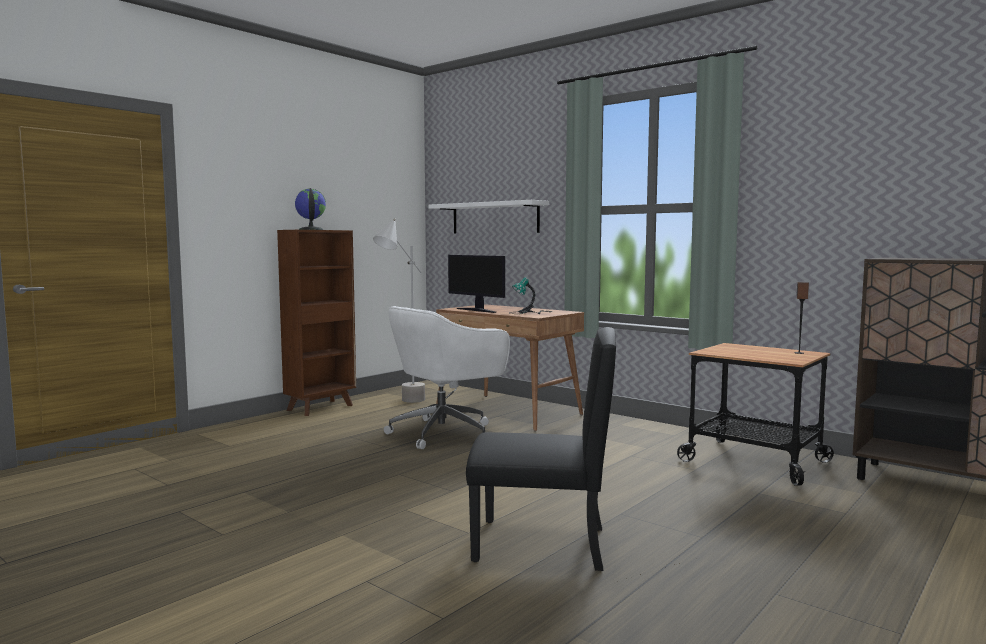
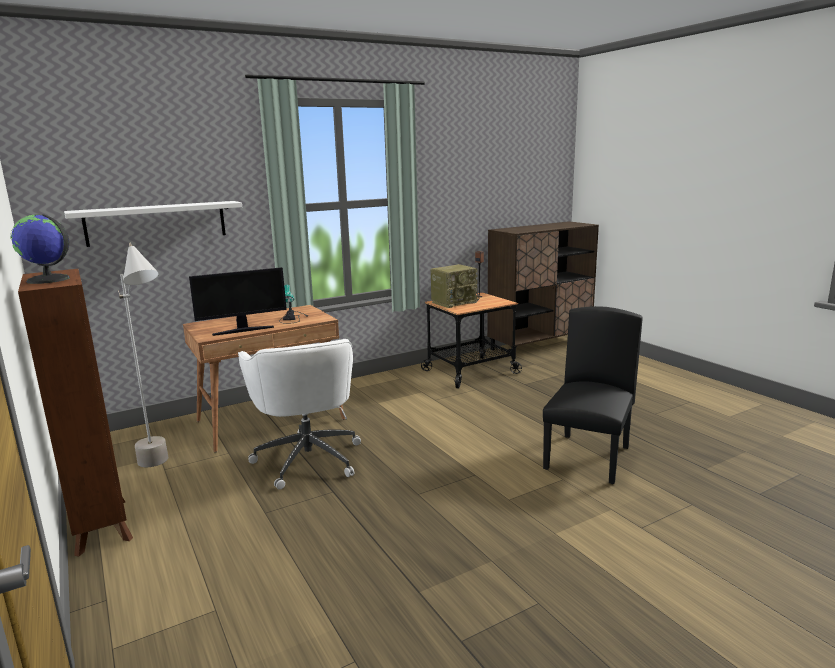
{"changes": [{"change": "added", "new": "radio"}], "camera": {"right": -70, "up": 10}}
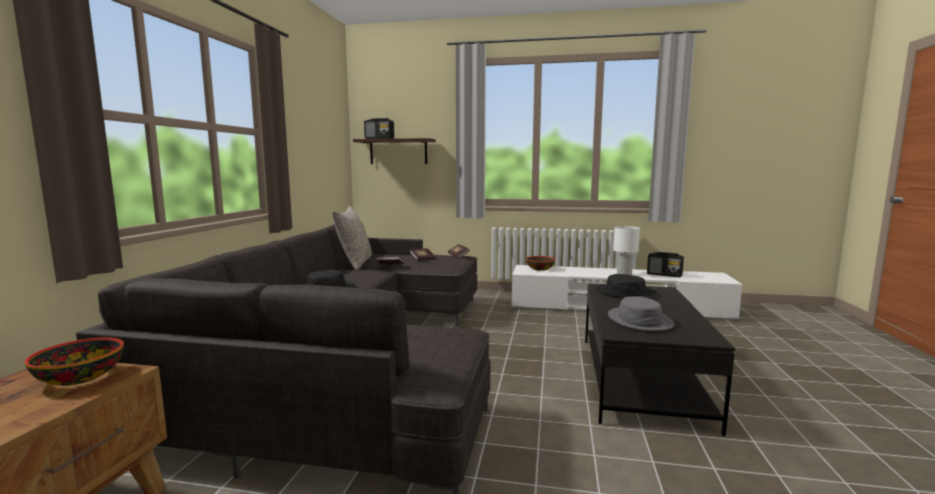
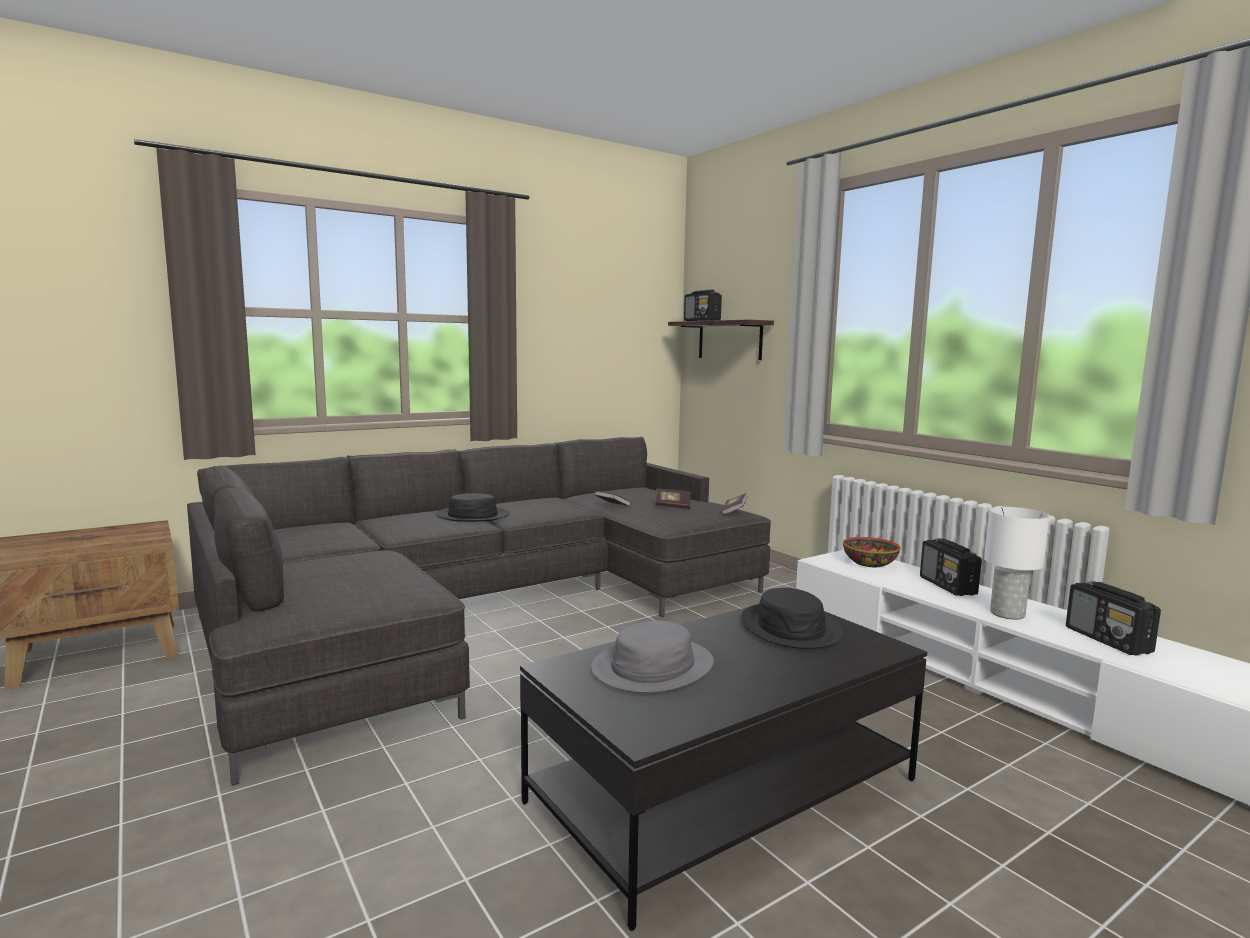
{"changes": [{"change": "removed", "old": "bol (1st from left)"}, {"change": "removed", "old": "coussin [gris]"}, {"change": "added", "new": "radio (2nd from left)"}], "camera": {"right": 45, "up": 0}}
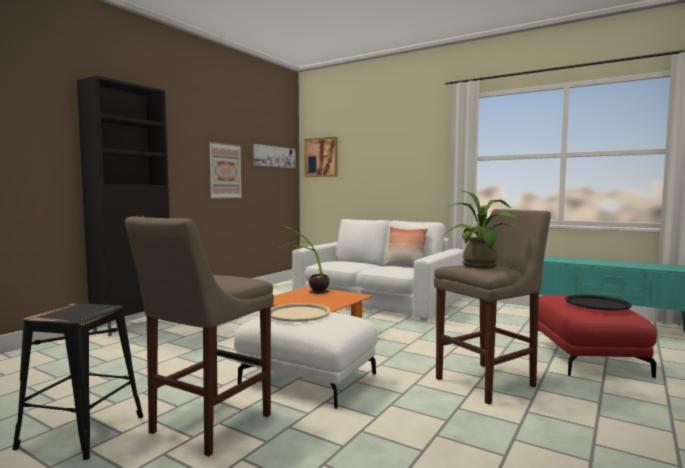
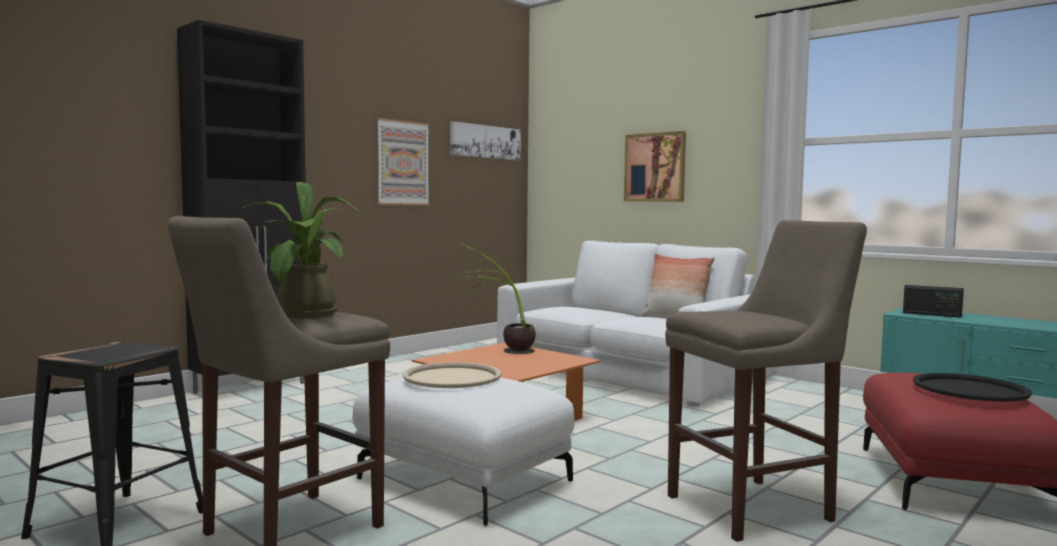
{"changes": [{"change": "moved", "old": "tableau (3rd from left)"}, {"change": "moved", "old": "plante en pot (2nd from left in the first image)", "new": "plante en pot (1st from left)"}, {"change": "added", "new": "radio"}], "camera": {"right": 10, "up": 0}}
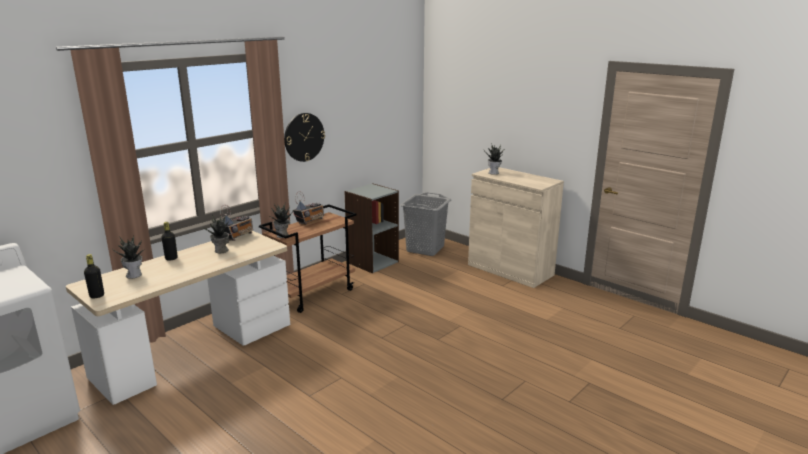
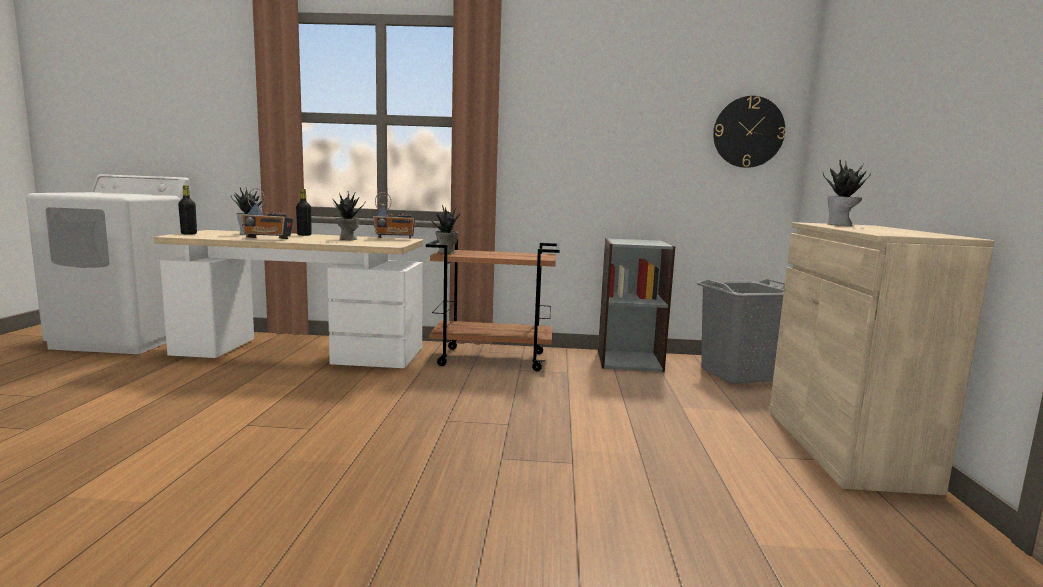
{"changes": [{"change": "moved", "old": "horloge murale"}, {"change": "moved", "old": "radio (2nd from left in the first image)", "new": "radio (1st from left)"}], "camera": {"right": 50, "up": -10}}
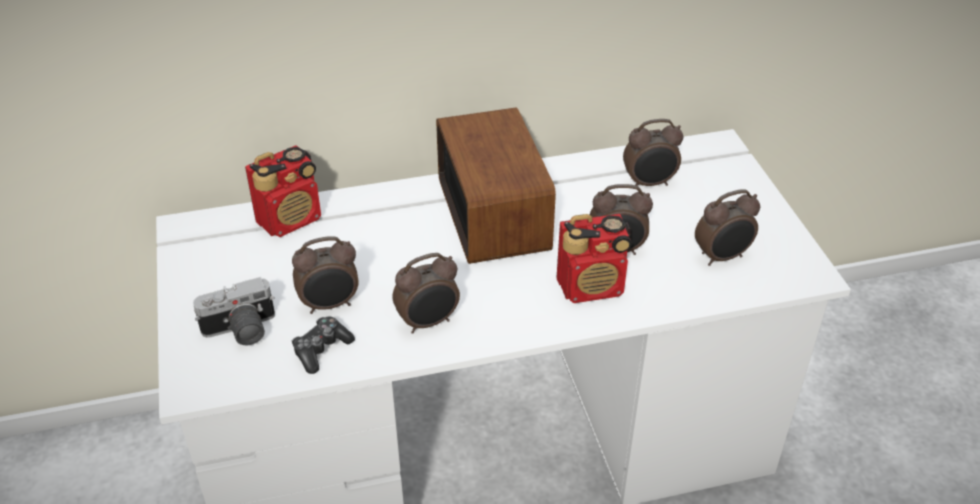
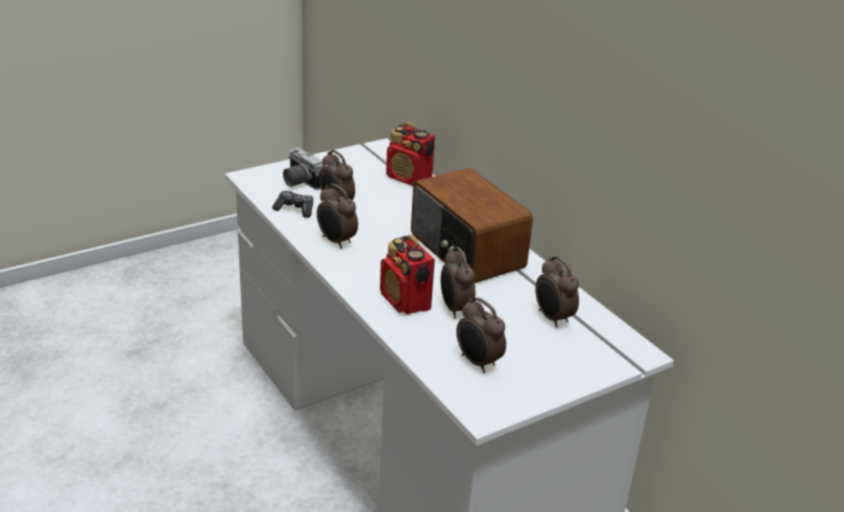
{"changes": [{"change": "turned", "old": "radio (2nd from left in the first image)", "degrees": 90}], "camera": {"right": 70, "up": -10}}
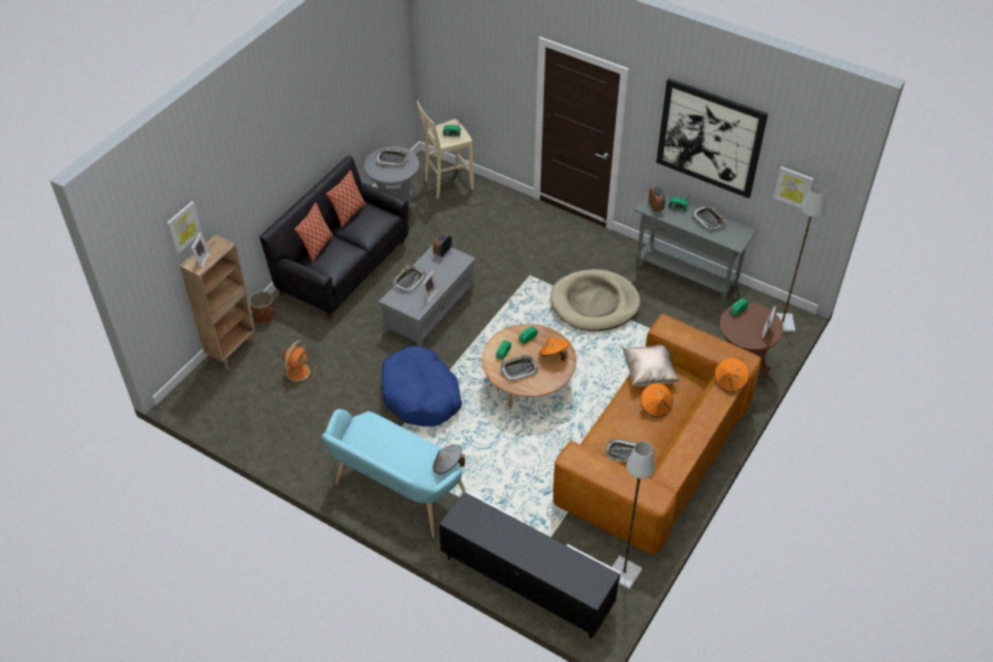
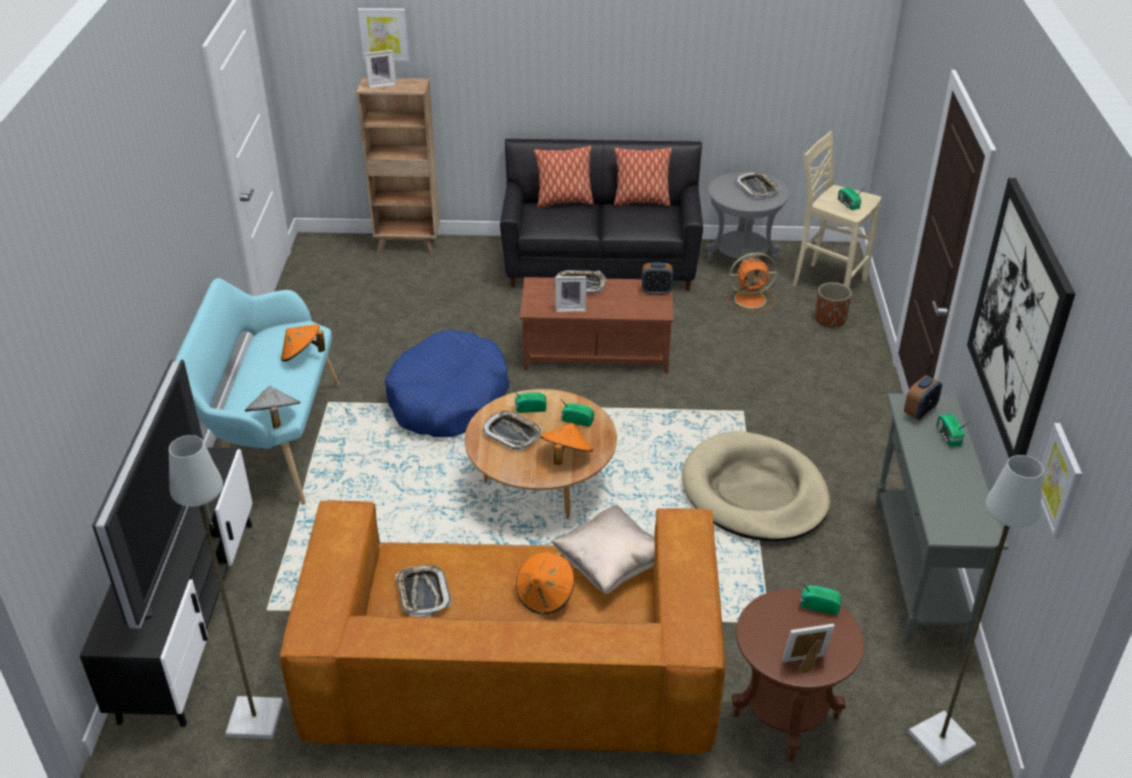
{"changes": [{"change": "moved", "old": "cache-pot [marron]"}, {"change": "moved", "old": "ventilateur [orange]"}, {"change": "recoloured", "old": "table basse [gris]", "new": "table basse [marron] (2nd from left)"}, {"change": "removed", "old": "plateau (5th from left)"}, {"change": "moved", "old": "chapeau [orange] (3rd from left in the first image)", "new": "chapeau [orange] (1st from left)"}, {"change": "added", "new": "téléviseur"}], "camera": {"right": 60, "up": -10}}
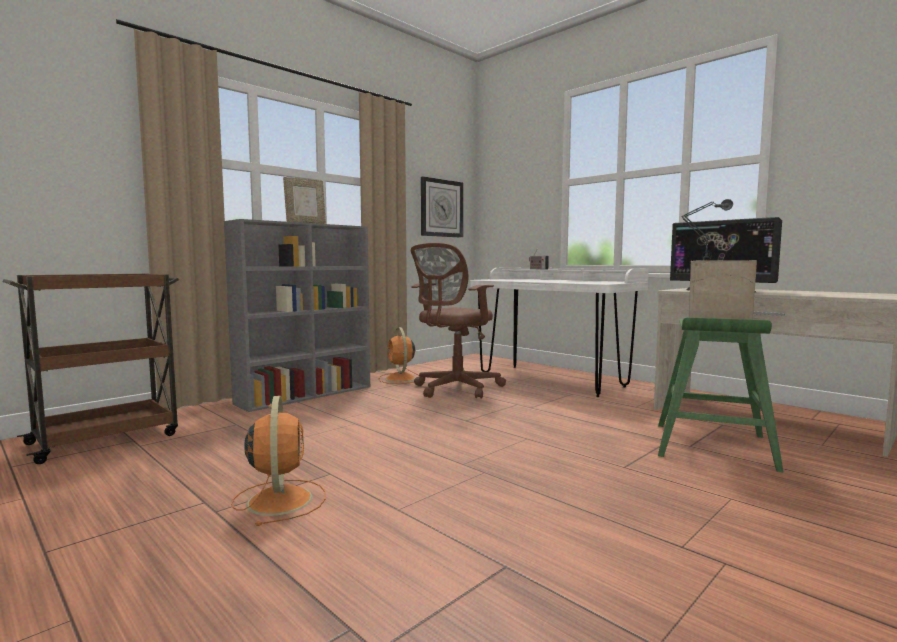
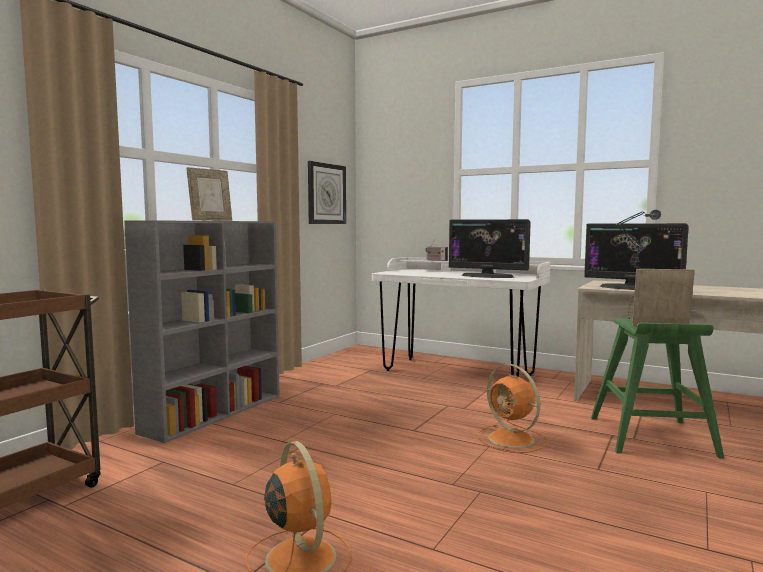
{"changes": [{"change": "moved", "old": "ventilateur [orange] (2nd from left)"}, {"change": "removed", "old": "chaise de bureau [marron]"}, {"change": "added", "new": "écran d'ordinateur (1st from left)"}], "camera": {"right": -15, "up": 0}}
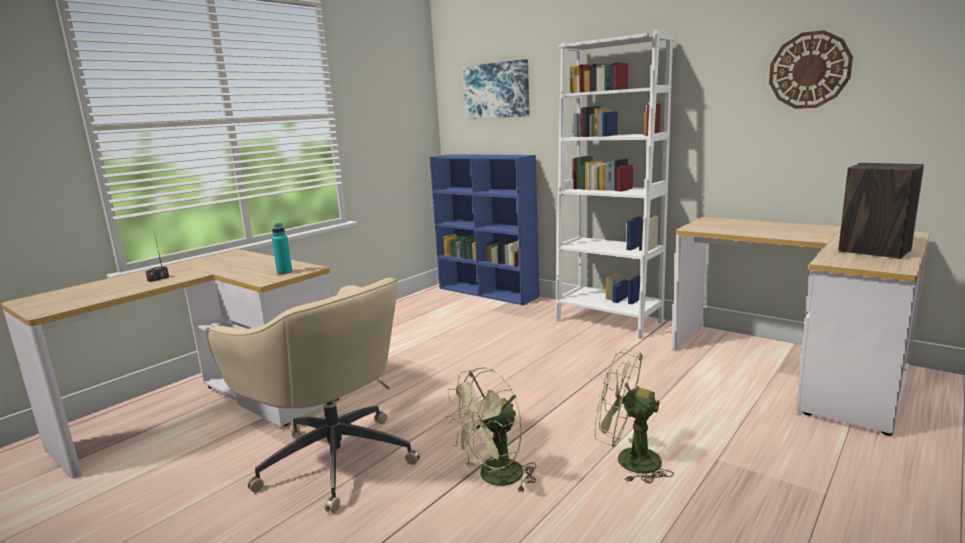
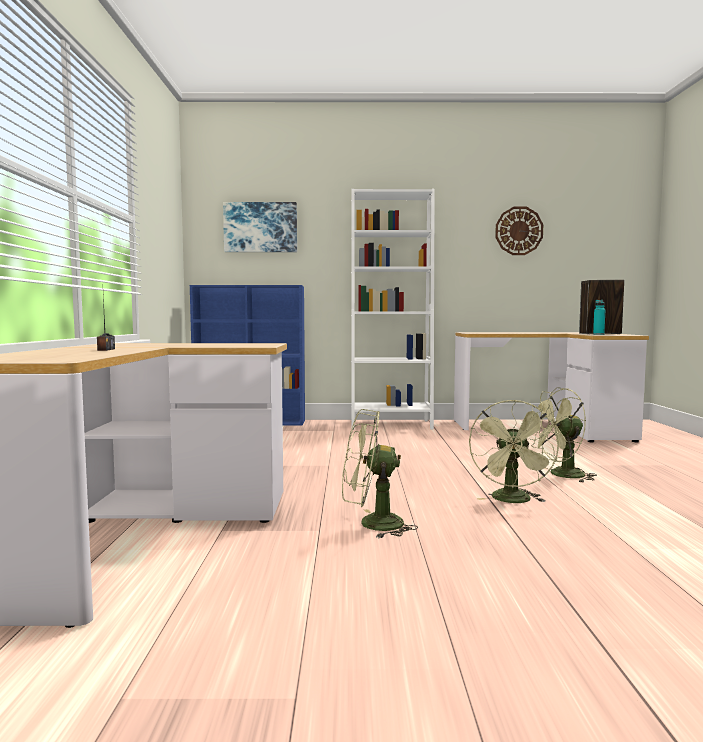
{"changes": [{"change": "replaced", "old": "chaise de bureau [beige]", "new": "ventilateur [vert] (1st from left)"}, {"change": "moved", "old": "bouteille [turquoise]"}], "camera": {"right": -40, "up": -10}}
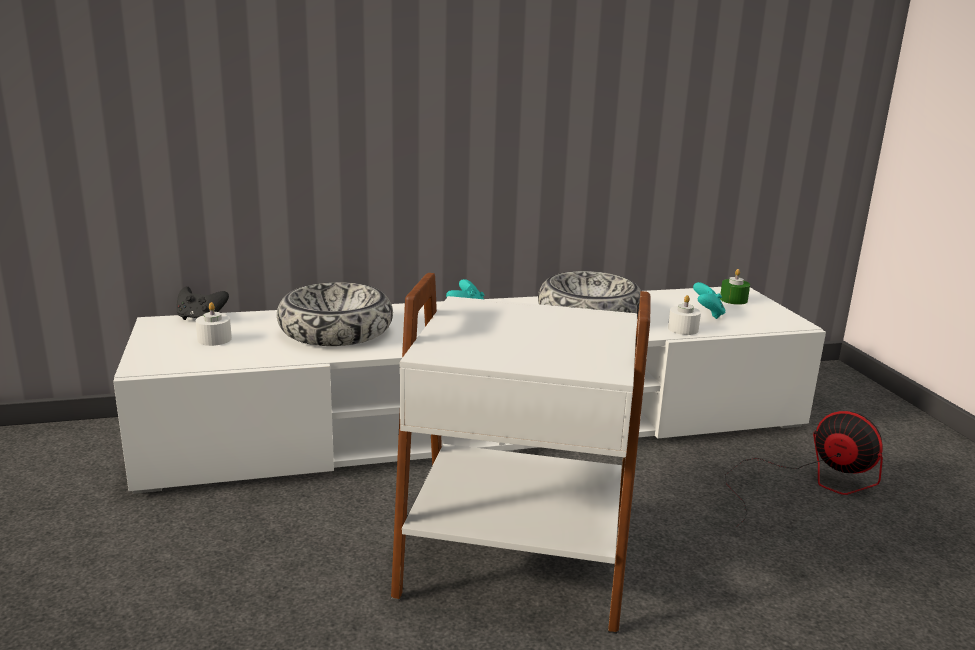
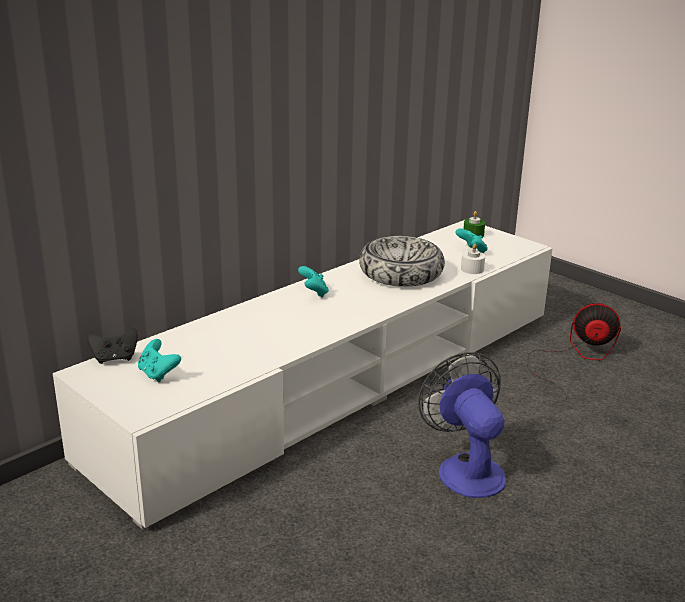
{"changes": [{"change": "replaced", "old": "bougie [blanc] (1st from left)", "new": "manette [turquoise] (1st from left)"}, {"change": "removed", "old": "bol (1st from left)"}, {"change": "replaced", "old": "table d'appoint [blanc]", "new": "ventilateur (1st from left)"}], "camera": {"right": -30, "up": 5}}
